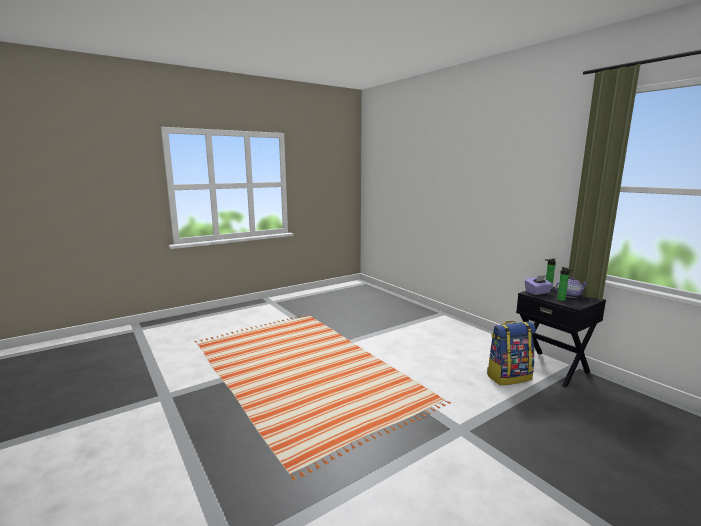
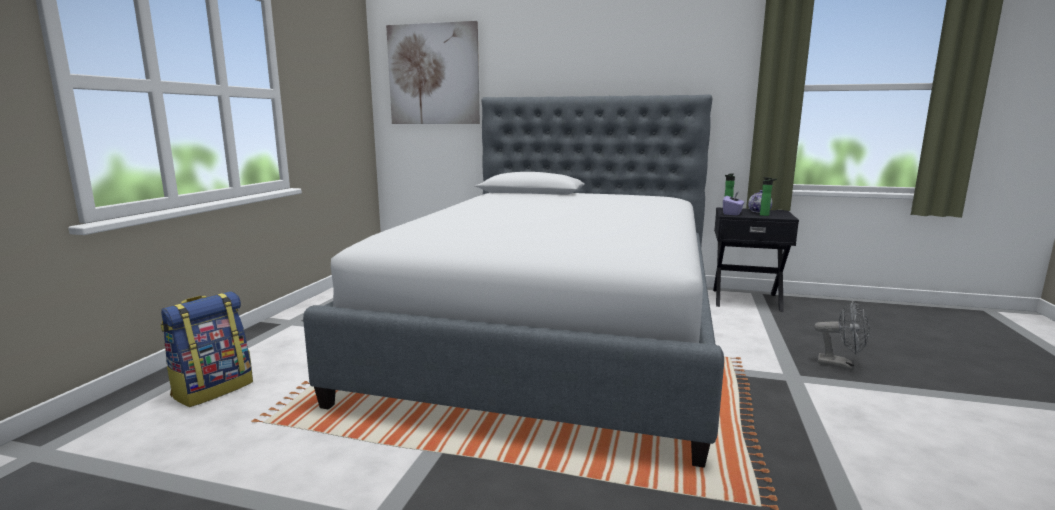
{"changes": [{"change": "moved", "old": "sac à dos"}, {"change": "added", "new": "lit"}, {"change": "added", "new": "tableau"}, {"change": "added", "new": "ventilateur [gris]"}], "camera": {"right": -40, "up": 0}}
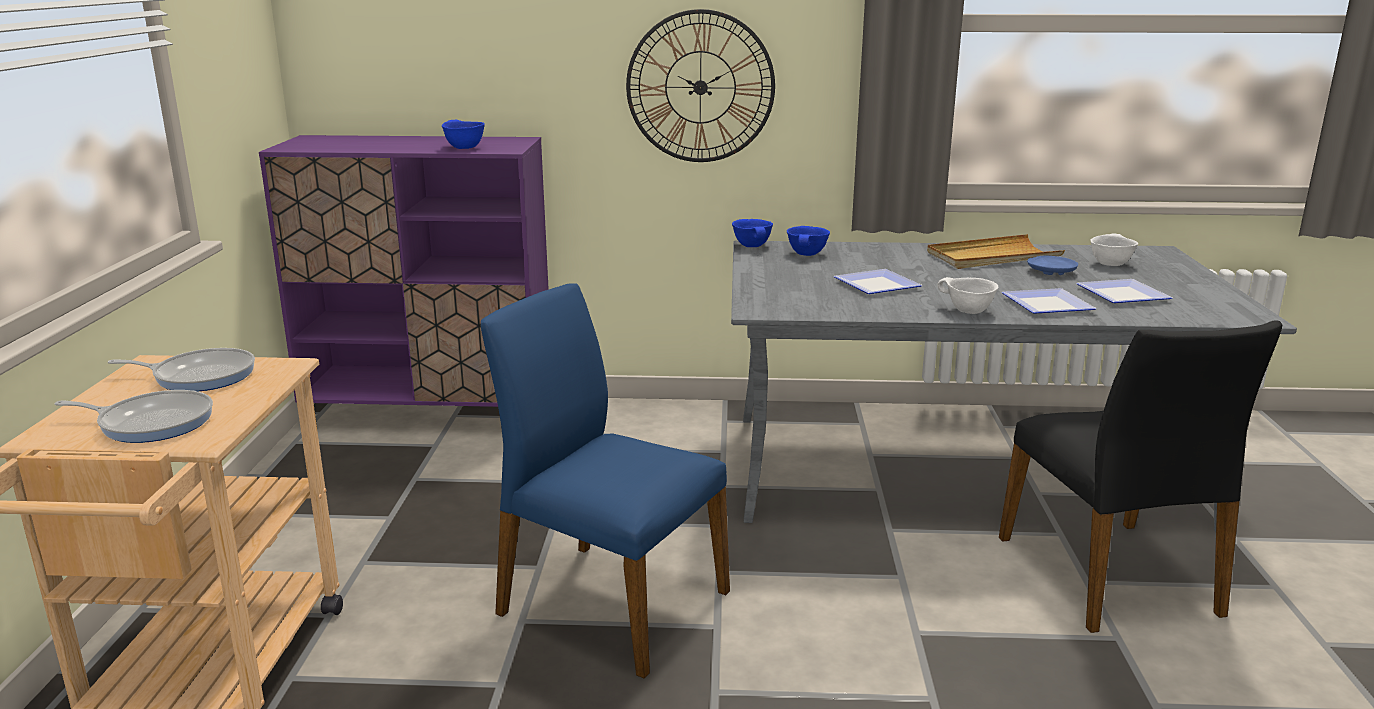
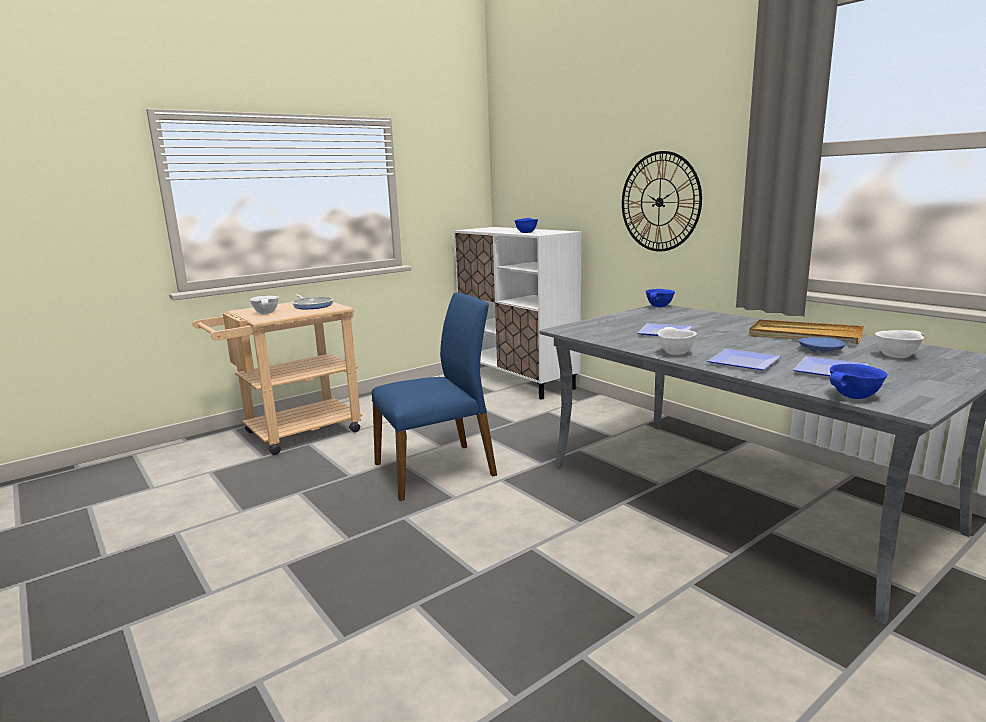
{"changes": [{"change": "replaced", "old": "poêle (1st from left)", "new": "bol [blanc] (1st from left)"}, {"change": "recoloured", "old": "meuble de rangement [violet]", "new": "meuble de rangement [blanc]"}, {"change": "turned", "old": "chaise [bleu]", "degrees": 75}, {"change": "moved", "old": "bol [bleu] (3rd from left)"}, {"change": "removed", "old": "chaise [noir]"}], "camera": {"right": 50, "up": -5}}
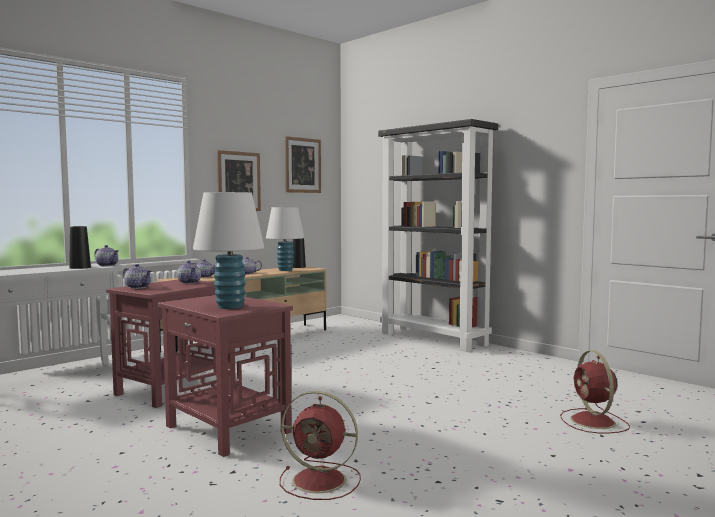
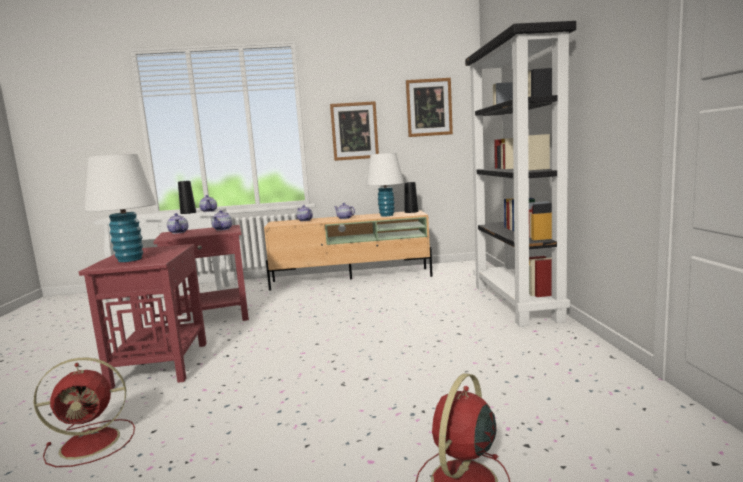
{"changes": [{"change": "turned", "old": "ventilateur [rouge] (1st from left)", "degrees": -75}], "camera": {"right": 40, "up": 5}}
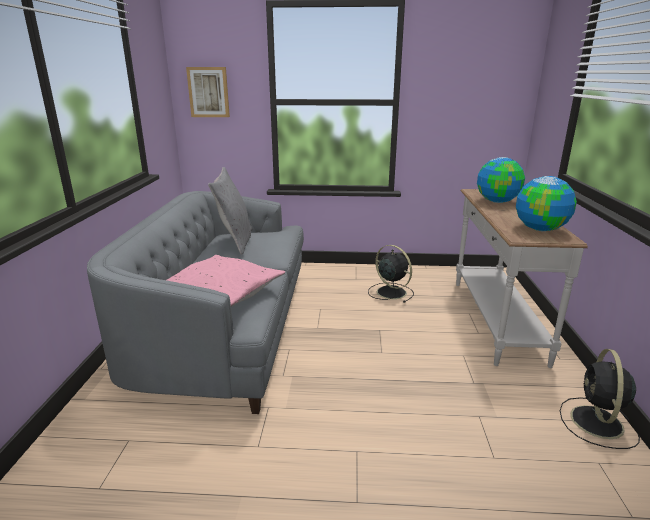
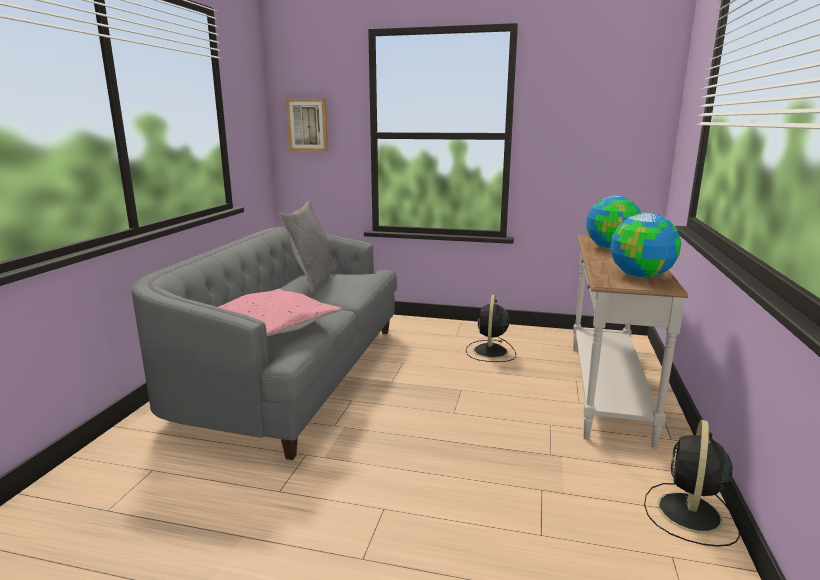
{"changes": [{"change": "turned", "old": "ventilateur [noir] (1st from left)", "degrees": -135}], "camera": {"right": 10, "up": -5}}
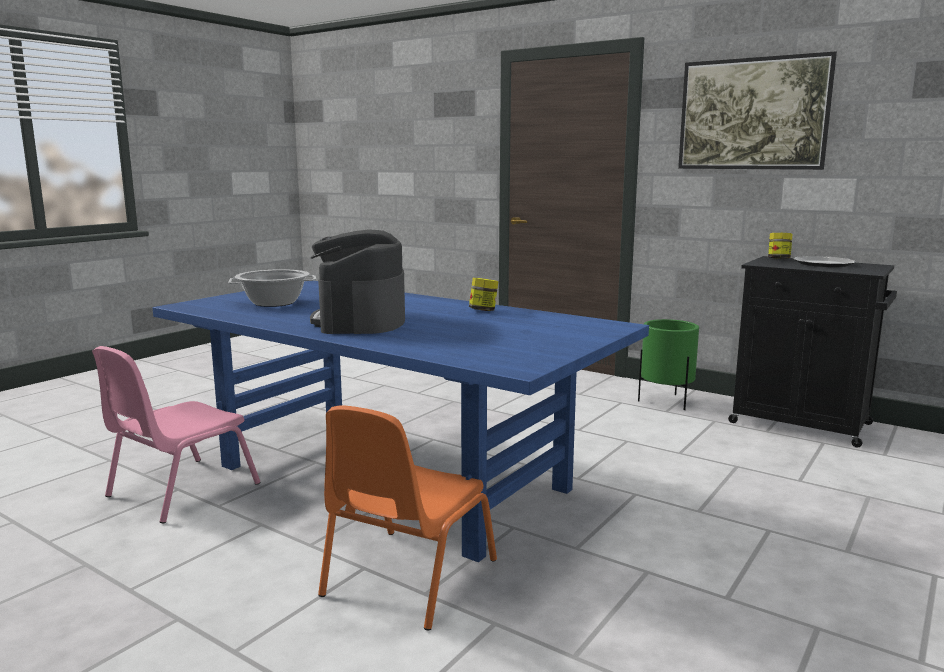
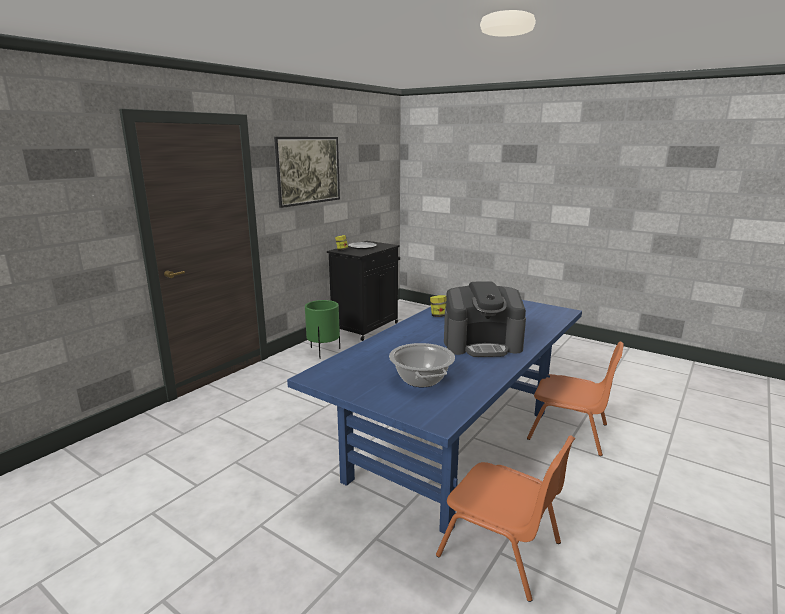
{"changes": [{"change": "recoloured", "old": "chaise [rose]", "new": "chaise [orange] (1st from left)"}], "camera": {"right": -90, "up": 5}}
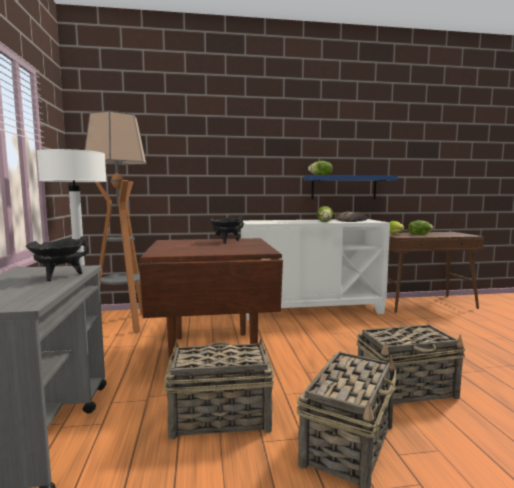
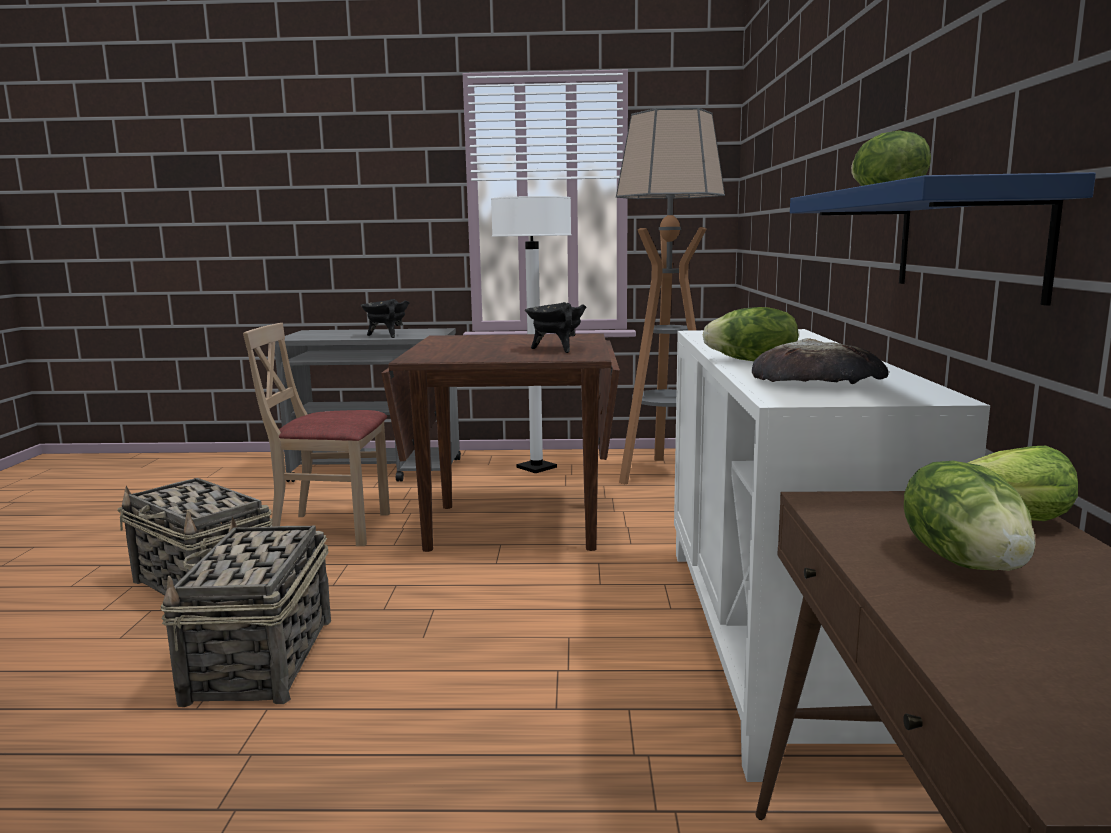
{"changes": [{"change": "replaced", "old": "panier (1st from left)", "new": "chaise [beige]"}], "camera": {"right": 100, "up": 5}}
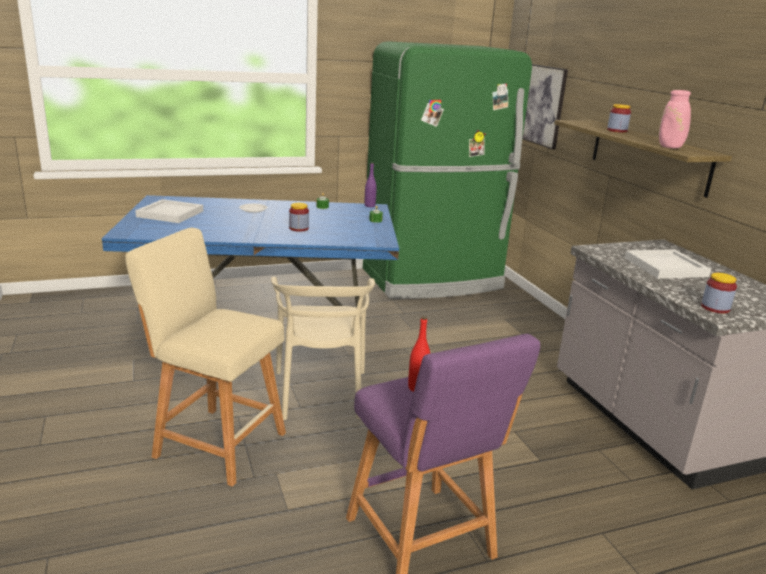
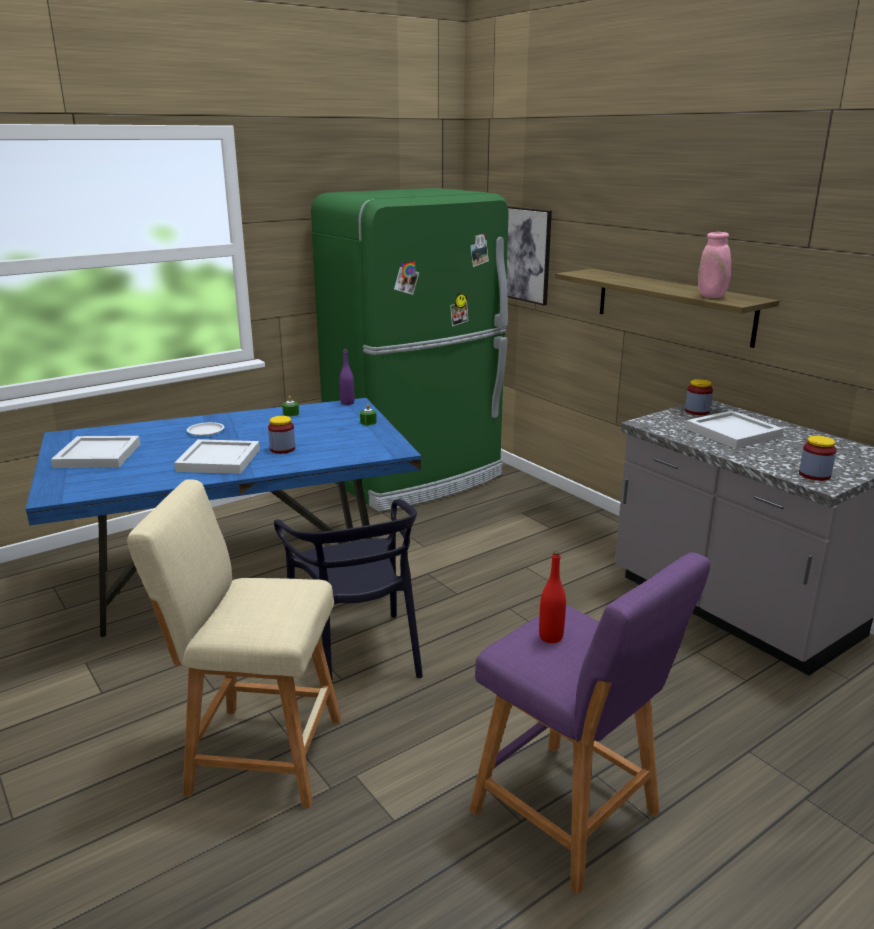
{"changes": [{"change": "recoloured", "old": "chaise [beige]", "new": "chaise [noir]"}, {"change": "moved", "old": "bocal (2nd from left)"}, {"change": "added", "new": "plateau [blanc] (2nd from left)"}], "camera": {"right": -15, "up": 0}}
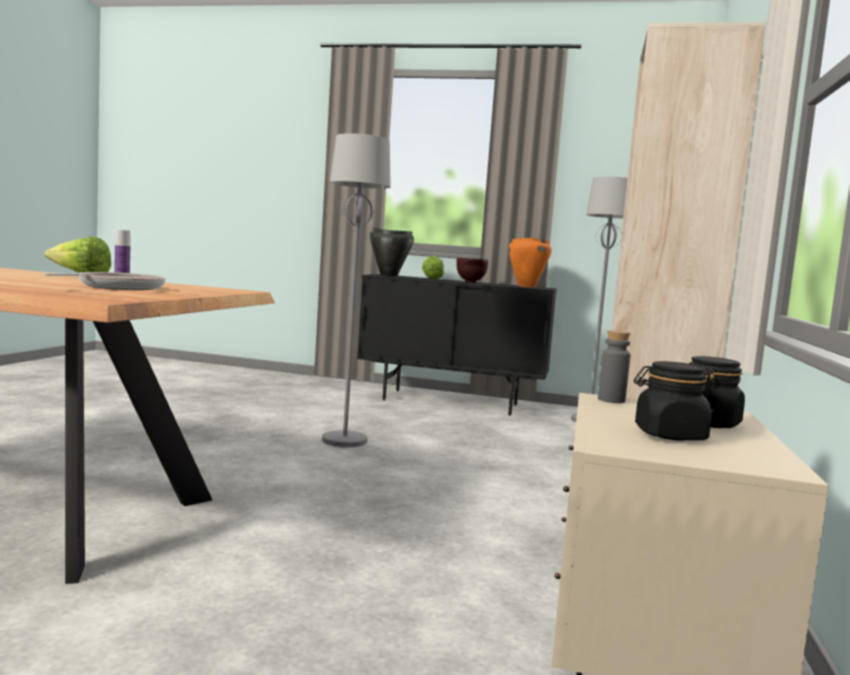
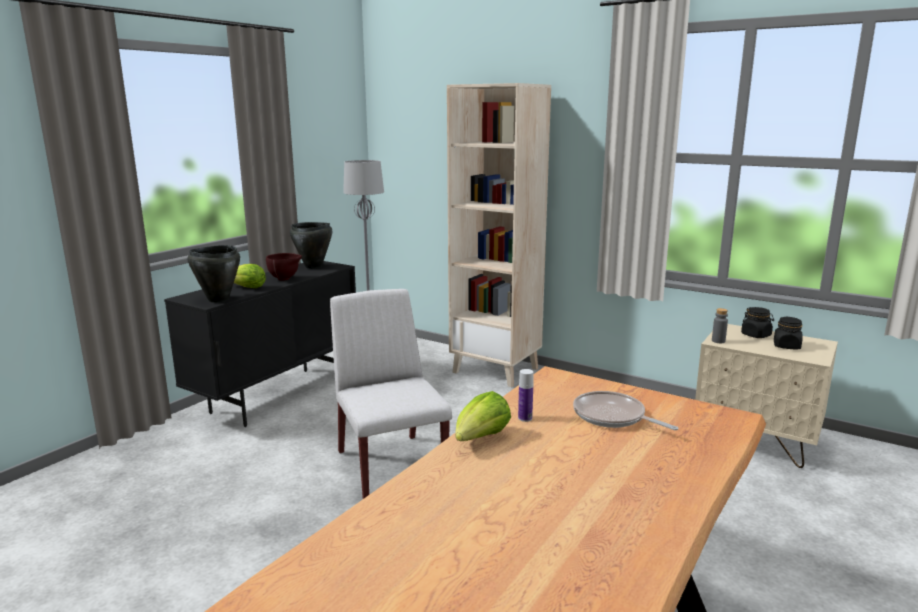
{"changes": [{"change": "replaced", "old": "lampadaire [gris] (1st from left)", "new": "chaise [blanc]"}, {"change": "recoloured", "old": "marmite [orange]", "new": "marmite [noir] (2nd from left)"}], "camera": {"right": -70, "up": 10}}
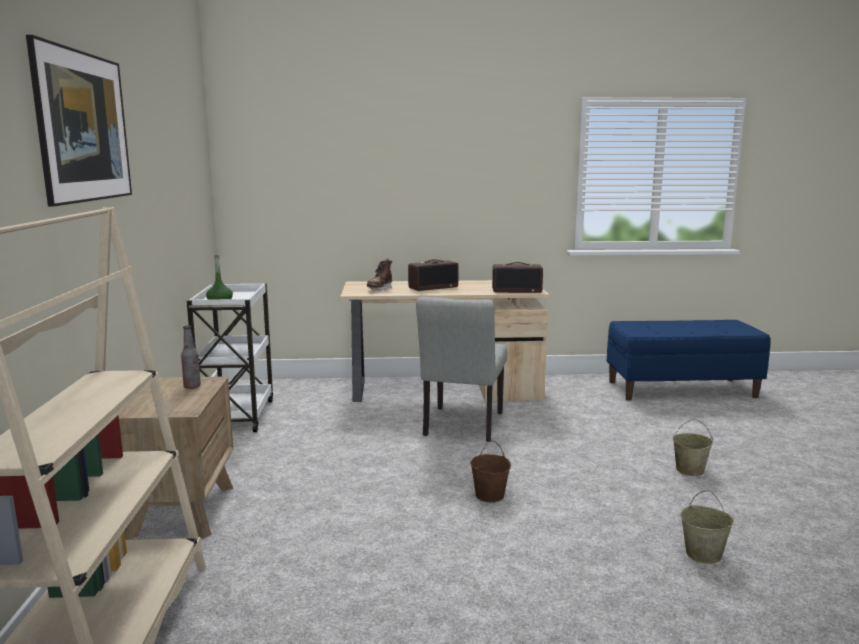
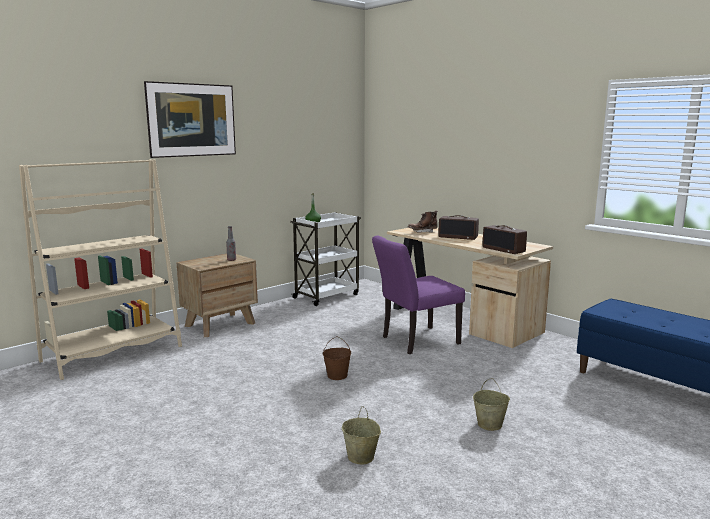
{"changes": [{"change": "recoloured", "old": "chaise [gris]", "new": "chaise [violet]"}], "camera": {"right": 50, "up": 0}}
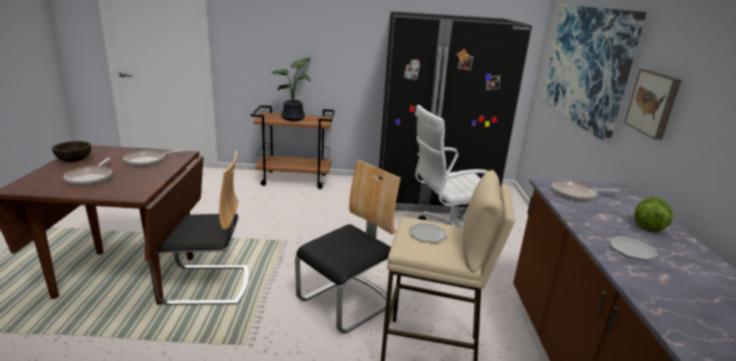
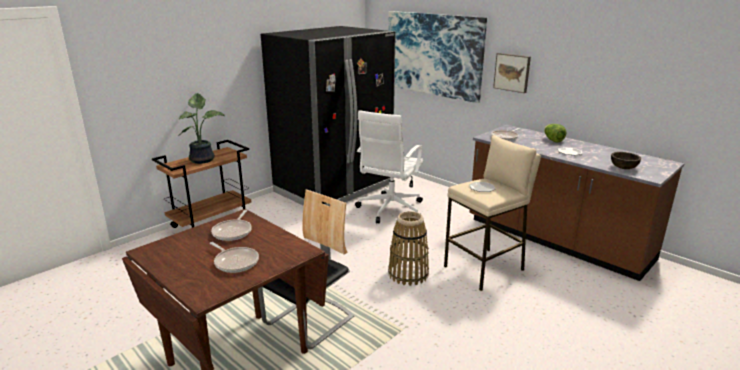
{"changes": [{"change": "moved", "old": "bol [marron]"}, {"change": "replaced", "old": "chaise (2nd from left)", "new": "panier"}], "camera": {"right": -45, "up": 0}}
